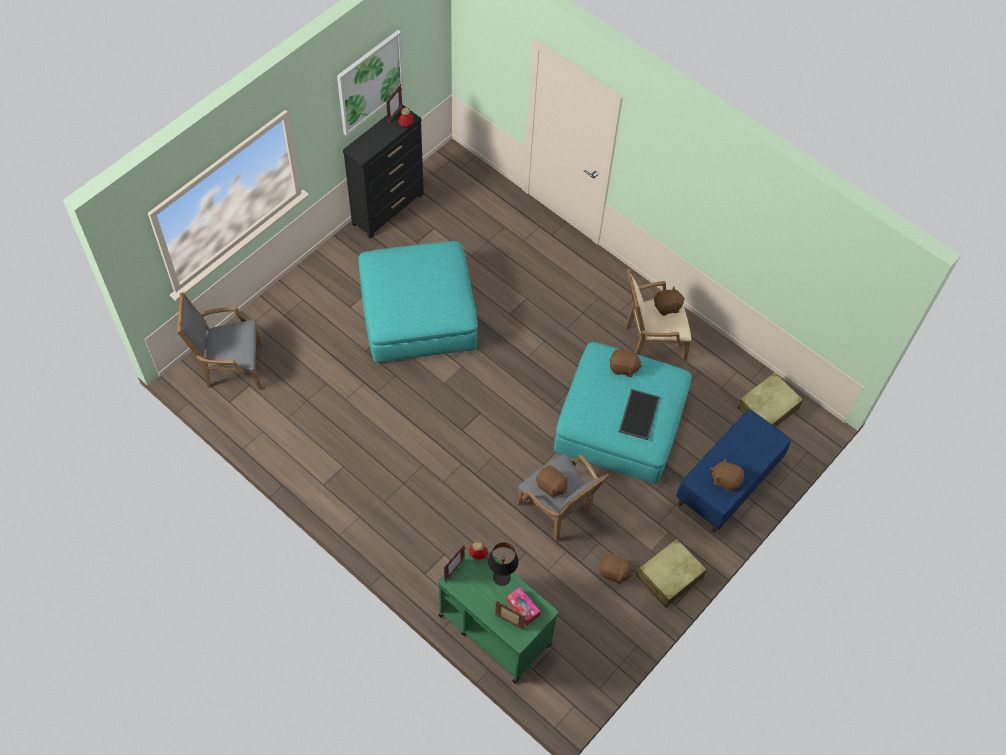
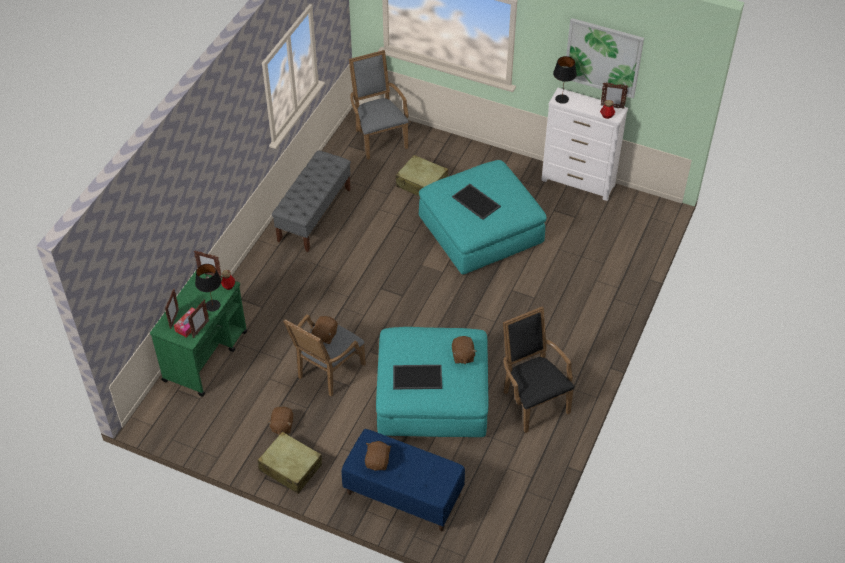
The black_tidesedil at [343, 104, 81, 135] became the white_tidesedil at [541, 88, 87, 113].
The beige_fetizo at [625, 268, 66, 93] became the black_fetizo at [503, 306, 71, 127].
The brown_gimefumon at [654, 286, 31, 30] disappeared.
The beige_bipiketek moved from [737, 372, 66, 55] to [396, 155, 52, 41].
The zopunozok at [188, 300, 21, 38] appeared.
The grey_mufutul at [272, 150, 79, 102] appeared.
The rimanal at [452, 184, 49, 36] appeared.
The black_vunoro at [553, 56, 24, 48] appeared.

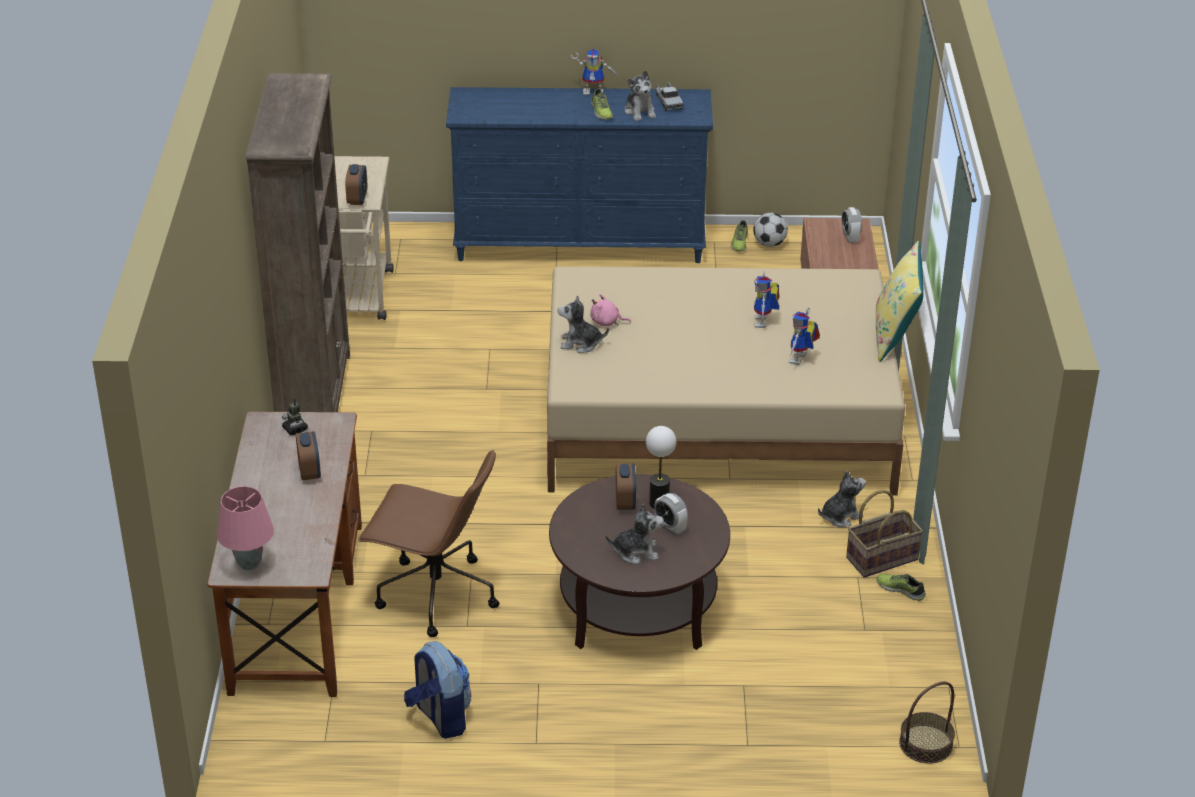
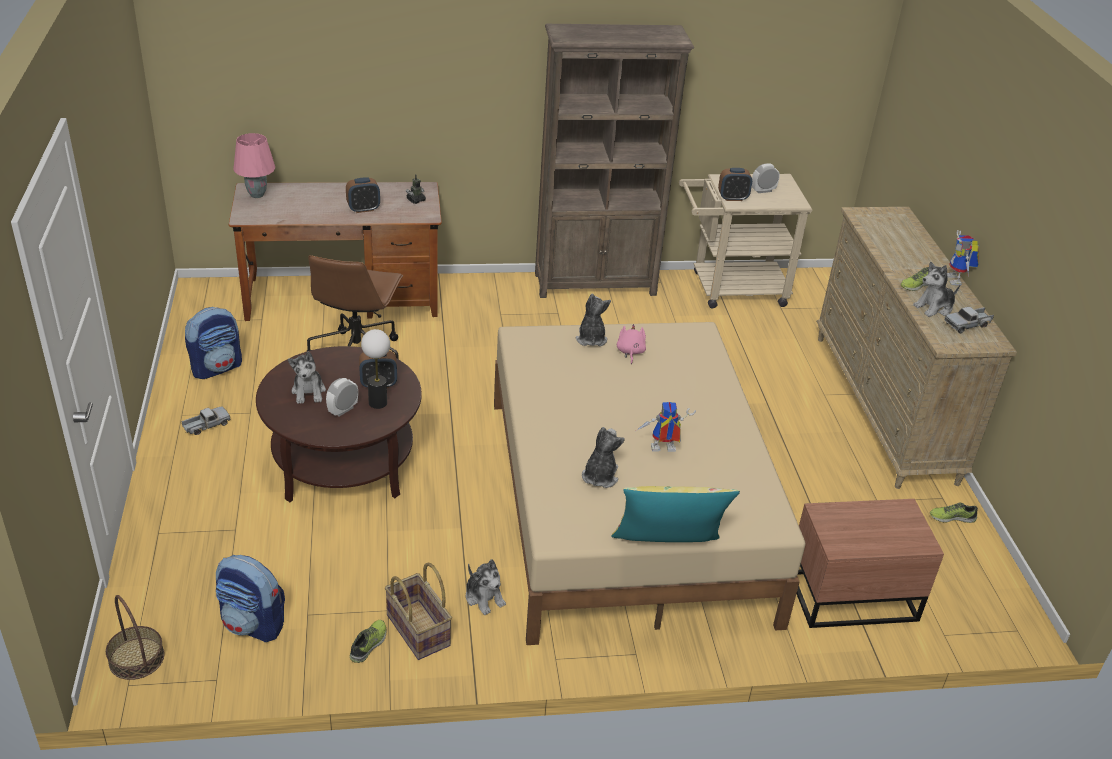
The blue_tidesedil at [446, 87, 267, 176] became the beige_tidesedil at [816, 207, 201, 282].
The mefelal at [753, 213, 35, 34] disappeared.
The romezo at [789, 307, 31, 58] was replaced by the gimefumon at [582, 427, 43, 61].
The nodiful moved from [842, 207, 20, 36] to [752, 163, 28, 30].
The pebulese at [182, 406, 48, 29] appeared.
The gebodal at [216, 555, 69, 87] appeared.

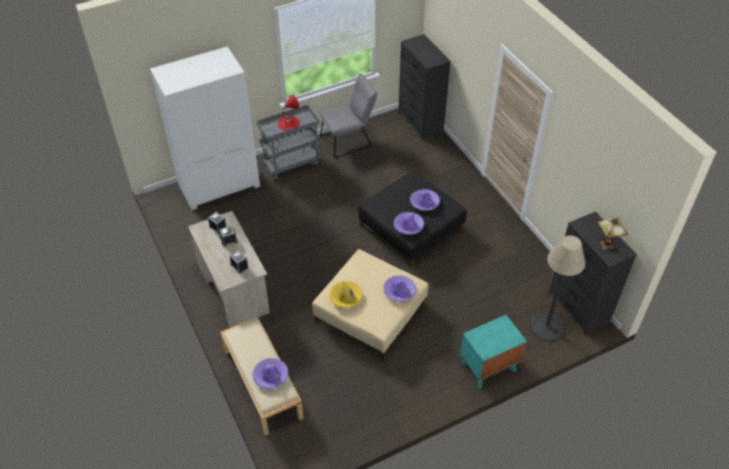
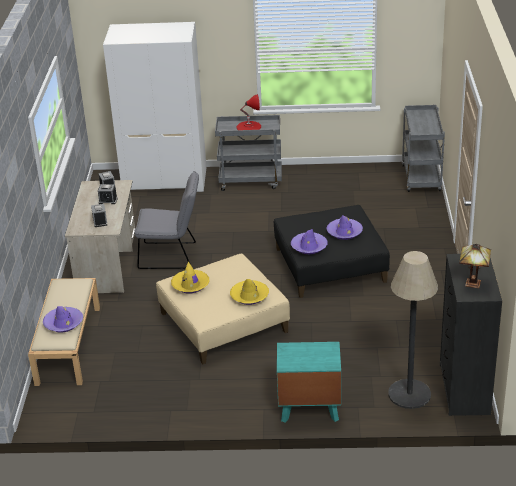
The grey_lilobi moved from [320, 74, 57, 84] to [134, 171, 65, 98].
The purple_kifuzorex at [383, 276, 33, 26] became the yellow_kifuzorex at [230, 279, 39, 26].
The black_tidesedil at [398, 34, 53, 106] was replaced by the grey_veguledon at [402, 105, 43, 87].

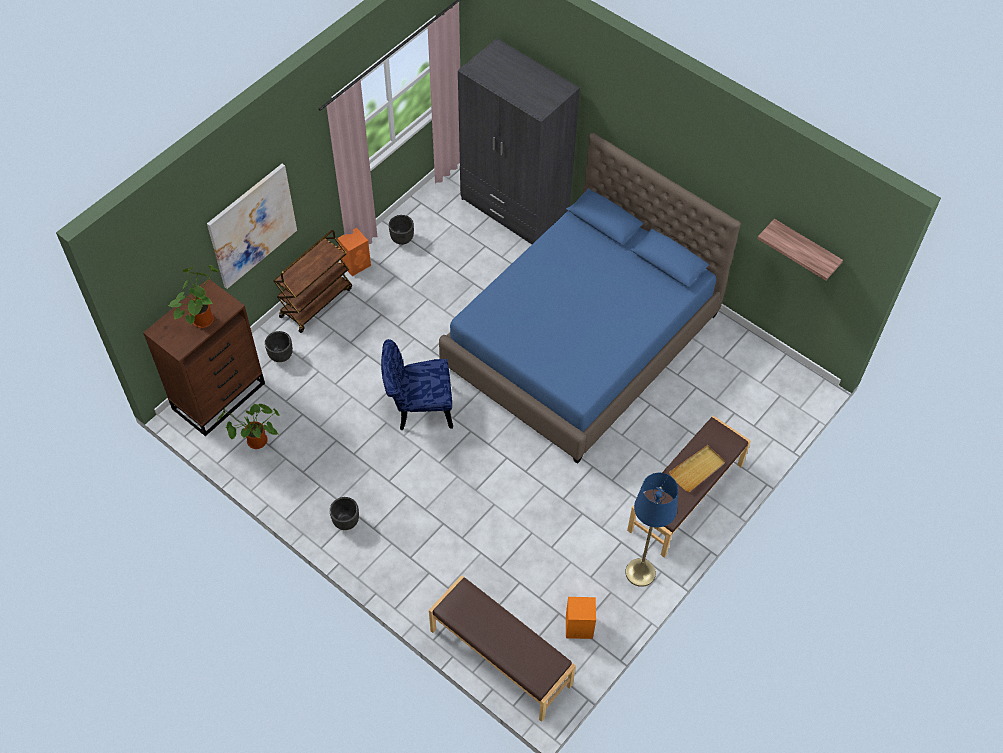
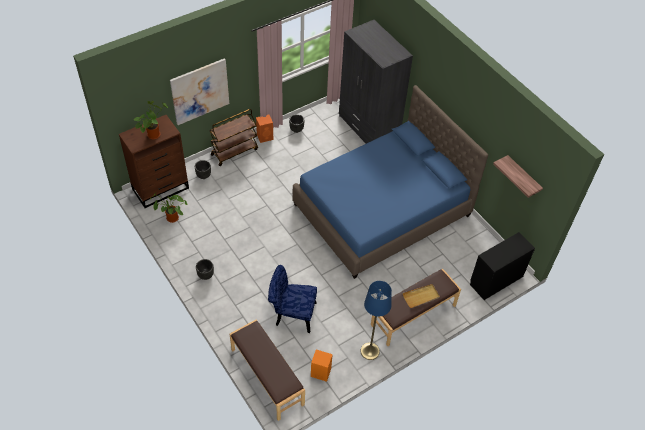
The blue_lilobi moved from [381, 339, 72, 91] to [268, 265, 49, 68].
The black_tidesedil at [470, 232, 65, 68] appeared.

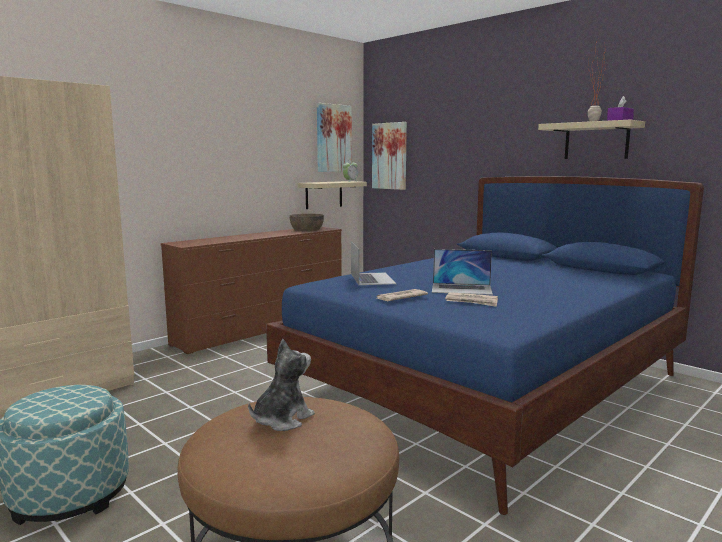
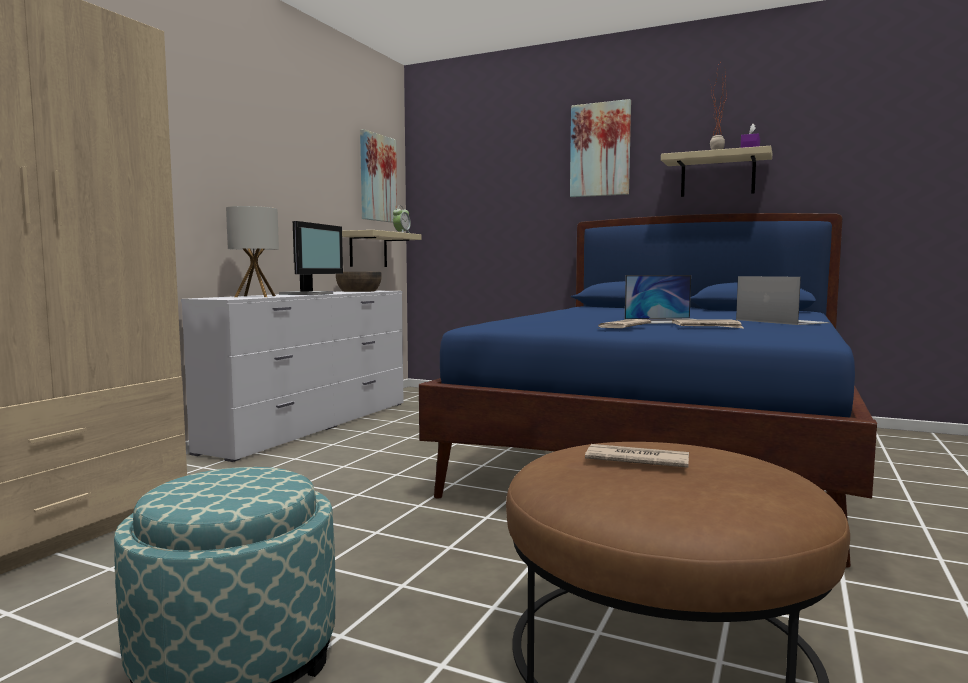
The brown_tidesedil at [161, 227, 181, 127] became the white_tidesedil at [181, 290, 223, 172].
The gimefumon at [248, 339, 67, 92] was replaced by the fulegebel at [585, 444, 104, 24].
The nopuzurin moved from [351, 241, 46, 44] to [736, 276, 94, 49].
The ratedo moved from [372, 122, 35, 68] to [570, 99, 61, 98].
The vunoro at [226, 206, 53, 91] appeared.
The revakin at [279, 221, 64, 74] appeared.

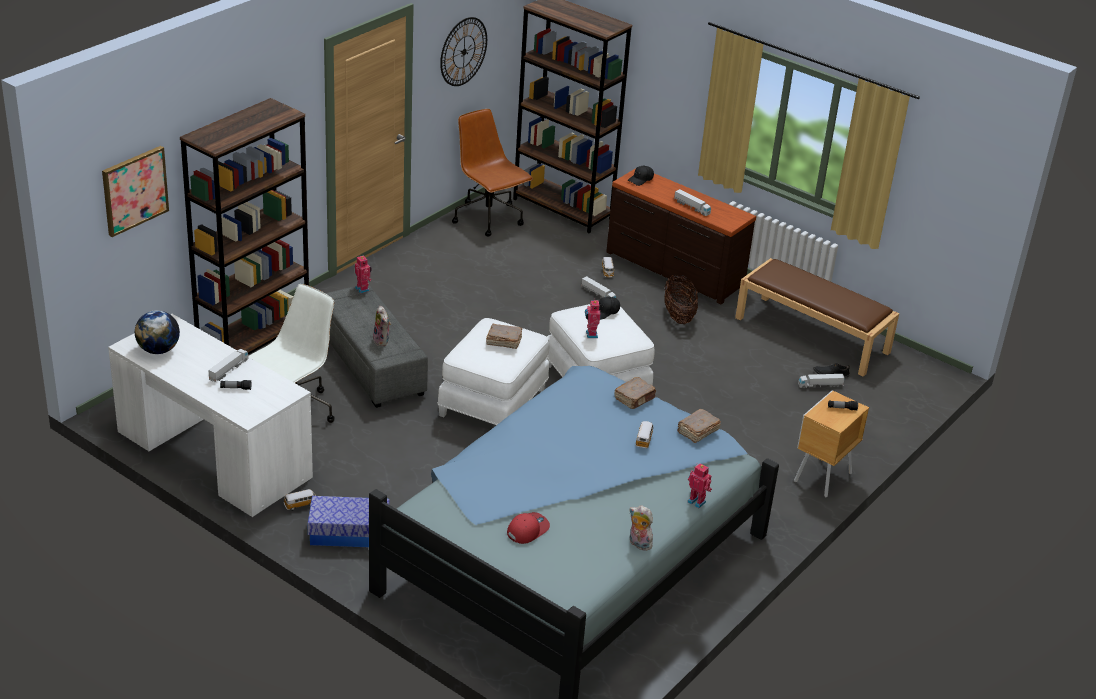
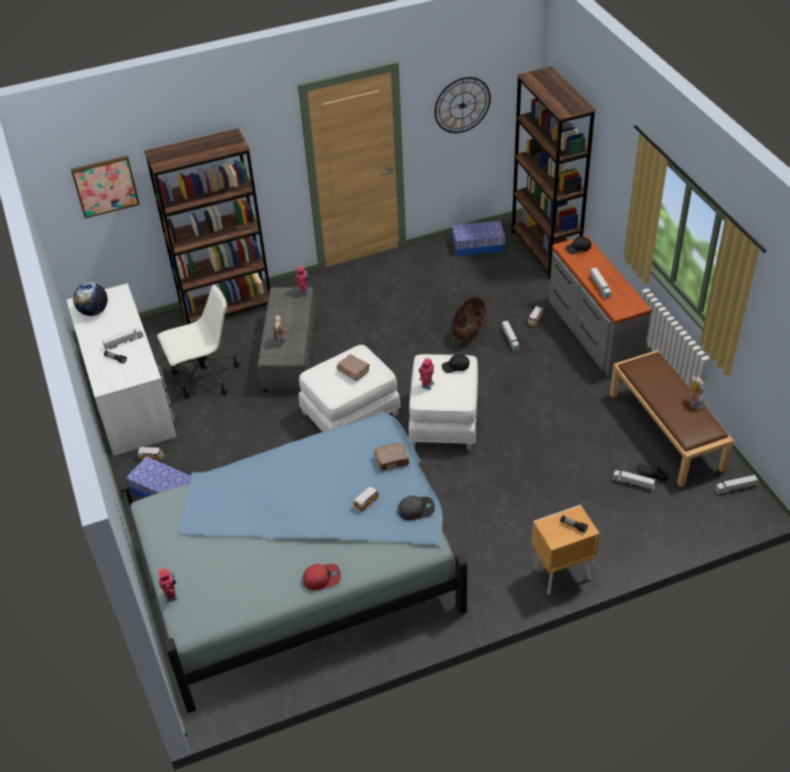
The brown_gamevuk at [452, 109, 81, 128] was replaced by the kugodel at [452, 221, 53, 35].
The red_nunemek moved from [507, 512, 43, 32] to [302, 564, 39, 27].
The brown_tidesedil at [606, 168, 150, 136] became the grey_tidesedil at [549, 235, 103, 142].
The gimefumon moved from [630, 505, 25, 46] to [688, 376, 16, 33].
The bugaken moved from [665, 274, 33, 50] to [451, 297, 35, 44].
The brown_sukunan at [677, 409, 44, 34] was replaced by the grey_nunemek at [397, 496, 38, 24].
The romezo moved from [687, 463, 25, 45] to [158, 568, 19, 35].
The pebulese at [715, 475, 43, 20] appeared.

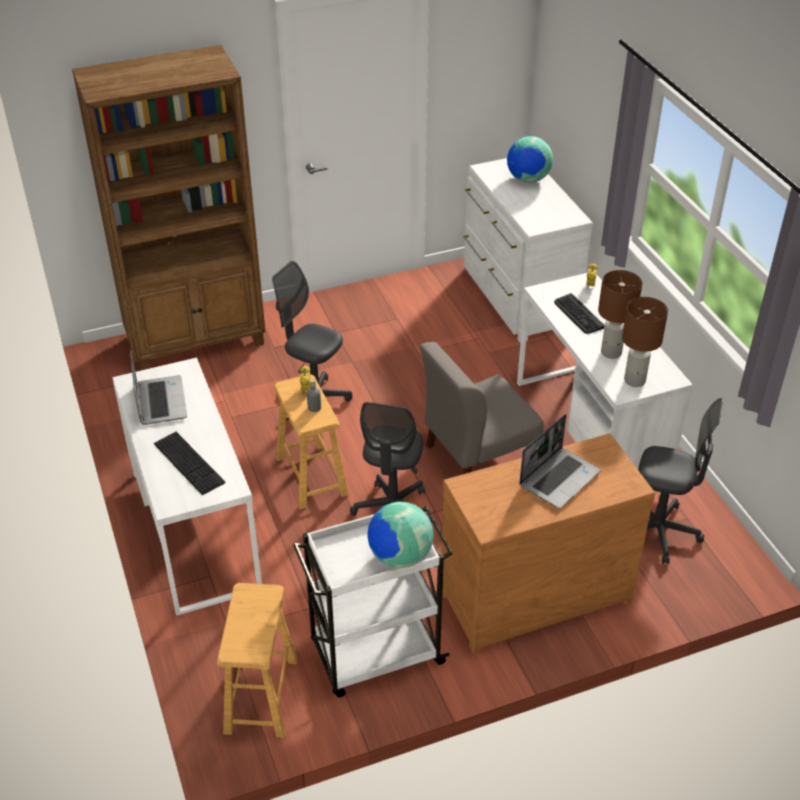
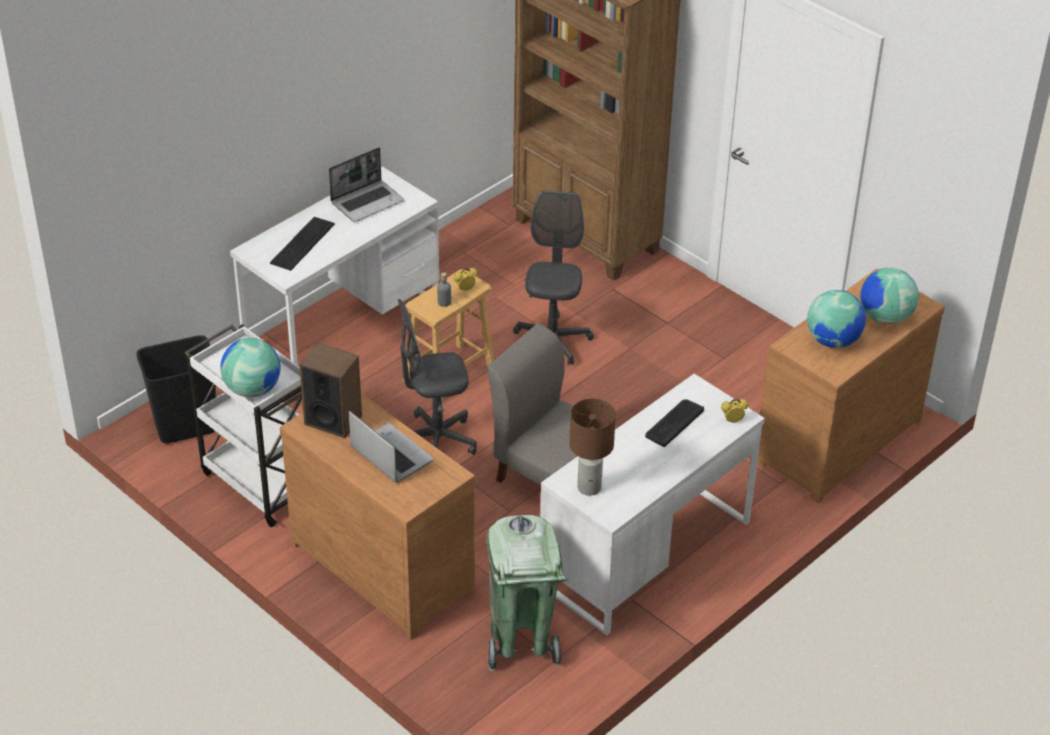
The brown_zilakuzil at [217, 583, 81, 155] was replaced by the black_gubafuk at [137, 335, 79, 109].
The white_tidesedil at [463, 158, 130, 184] became the brown_tidesedil at [757, 268, 188, 235].
The nopuzurin at [519, 414, 82, 95] turned 150 degrees counterclockwise.
The brown_vunoro at [598, 270, 44, 89] disappeared.
The grey_gamevuk at [638, 398, 85, 166] was replaced by the green_gubafuk at [487, 515, 80, 157].
The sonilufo at [299, 343, 63, 95] appeared.
The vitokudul at [807, 290, 59, 58] appeared.

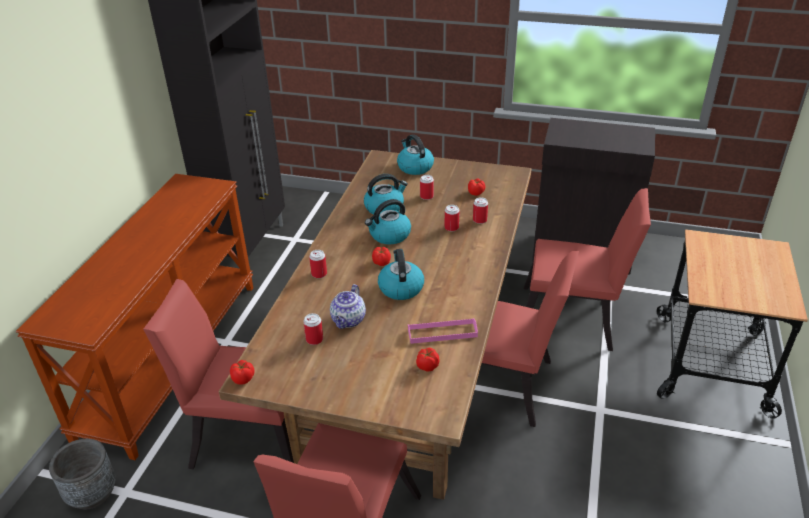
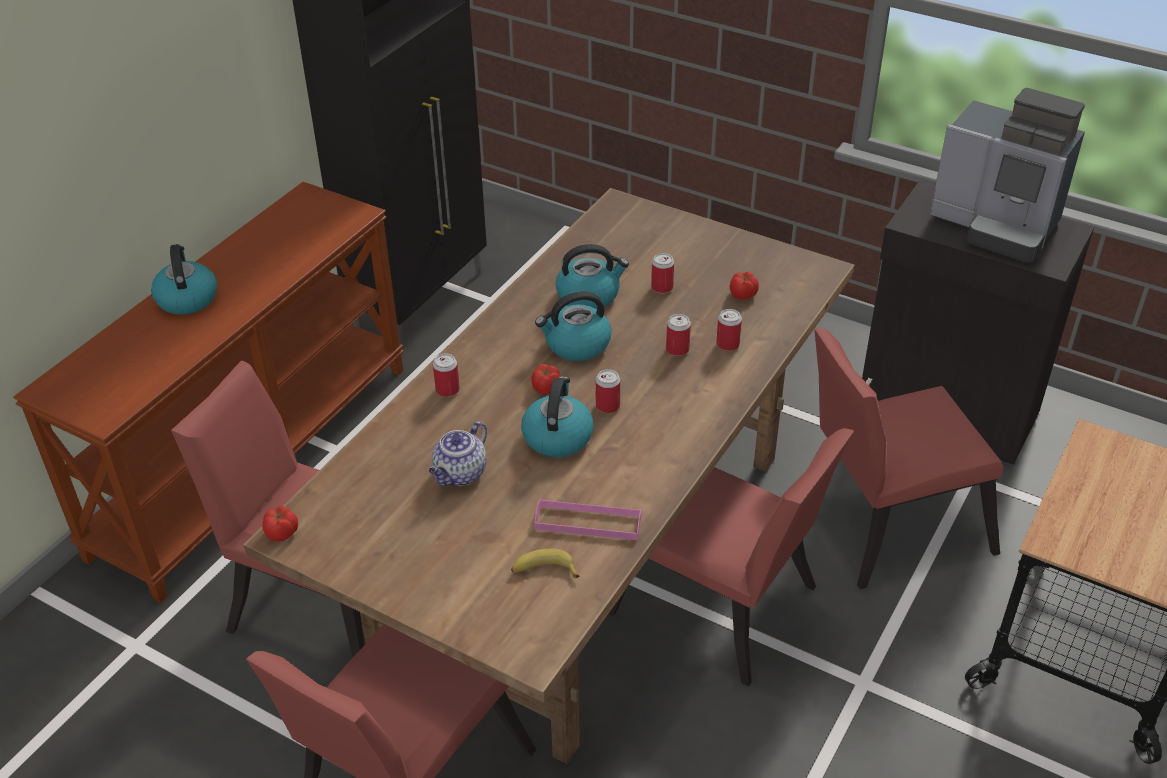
The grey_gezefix at [49, 439, 67, 70] disappeared.
The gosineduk moved from [303, 313, 20, 32] to [596, 369, 24, 44].
The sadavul moved from [397, 134, 37, 41] to [151, 244, 66, 71].
The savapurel at [416, 348, 24, 23] was replaced by the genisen at [511, 549, 69, 29].
The red_lilobi at [524, 188, 127, 163] turned 135 degrees clockwise.
The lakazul at [930, 88, 155, 174] appeared.

